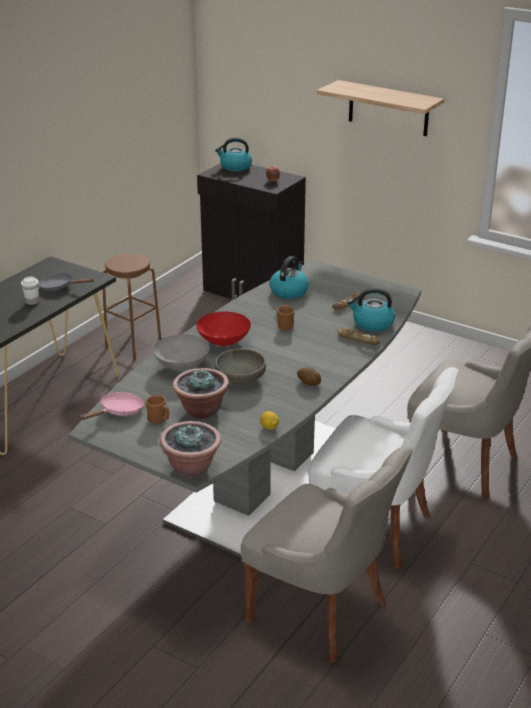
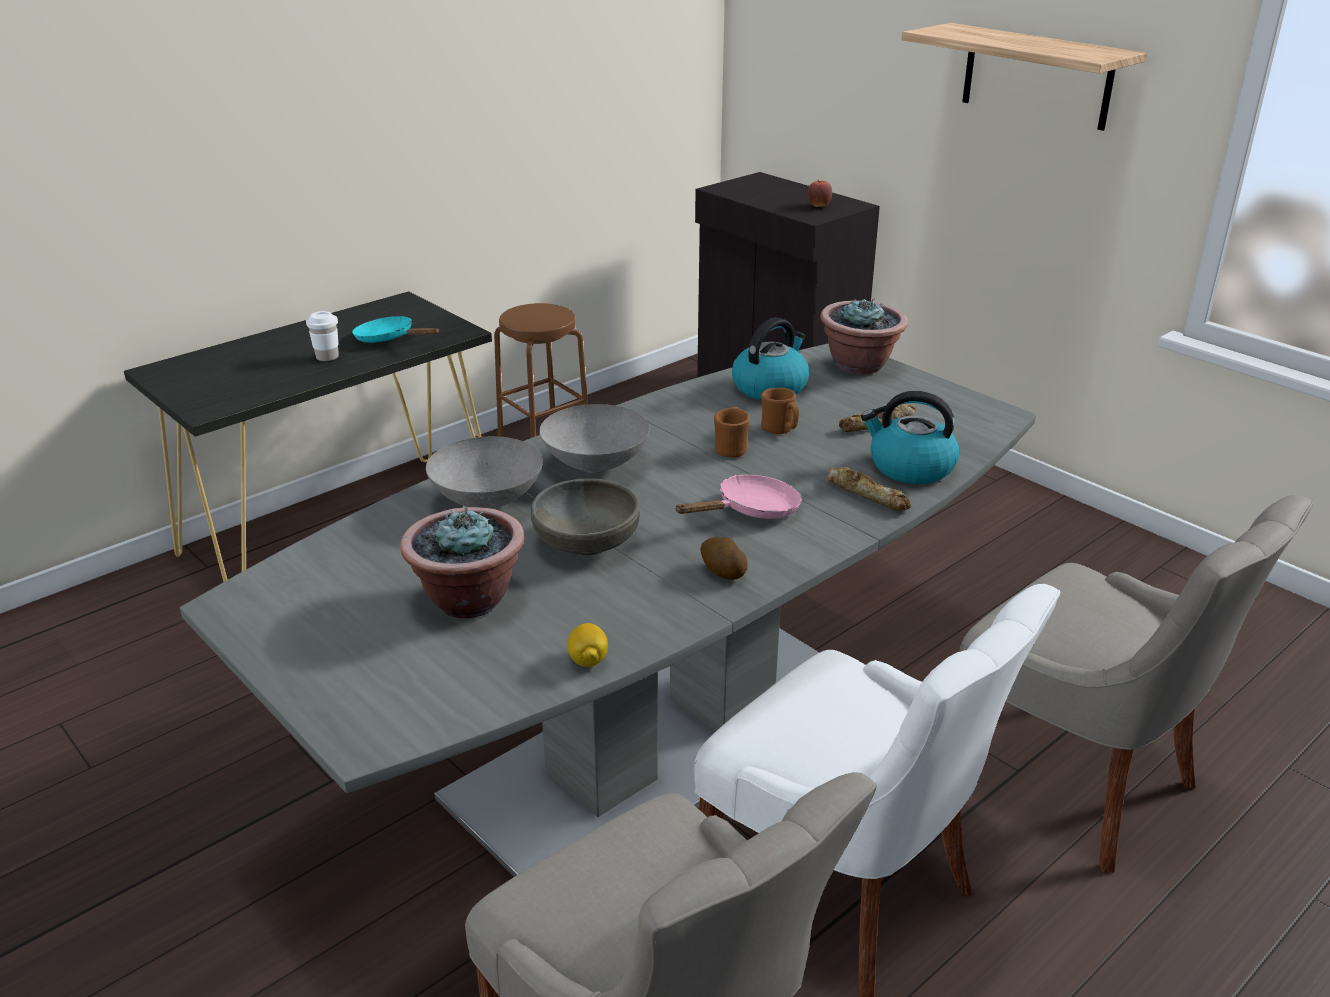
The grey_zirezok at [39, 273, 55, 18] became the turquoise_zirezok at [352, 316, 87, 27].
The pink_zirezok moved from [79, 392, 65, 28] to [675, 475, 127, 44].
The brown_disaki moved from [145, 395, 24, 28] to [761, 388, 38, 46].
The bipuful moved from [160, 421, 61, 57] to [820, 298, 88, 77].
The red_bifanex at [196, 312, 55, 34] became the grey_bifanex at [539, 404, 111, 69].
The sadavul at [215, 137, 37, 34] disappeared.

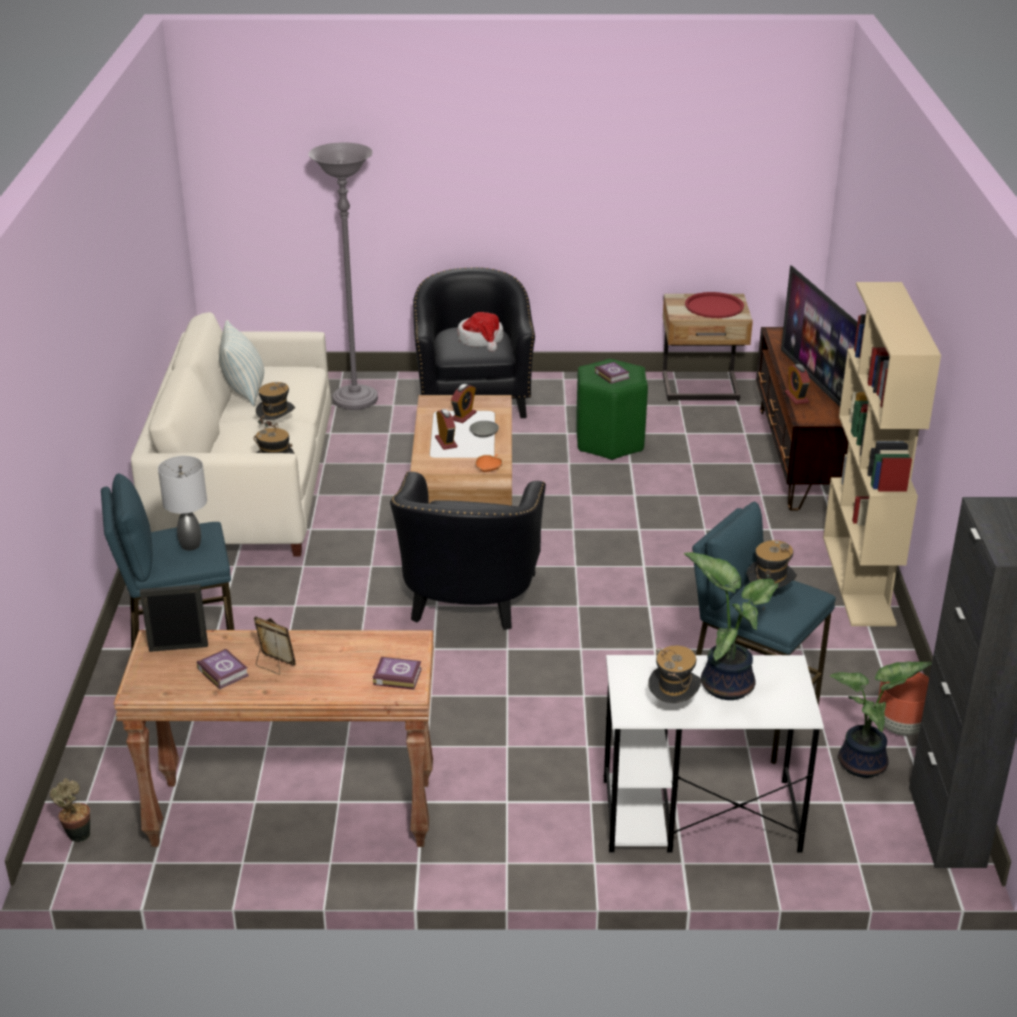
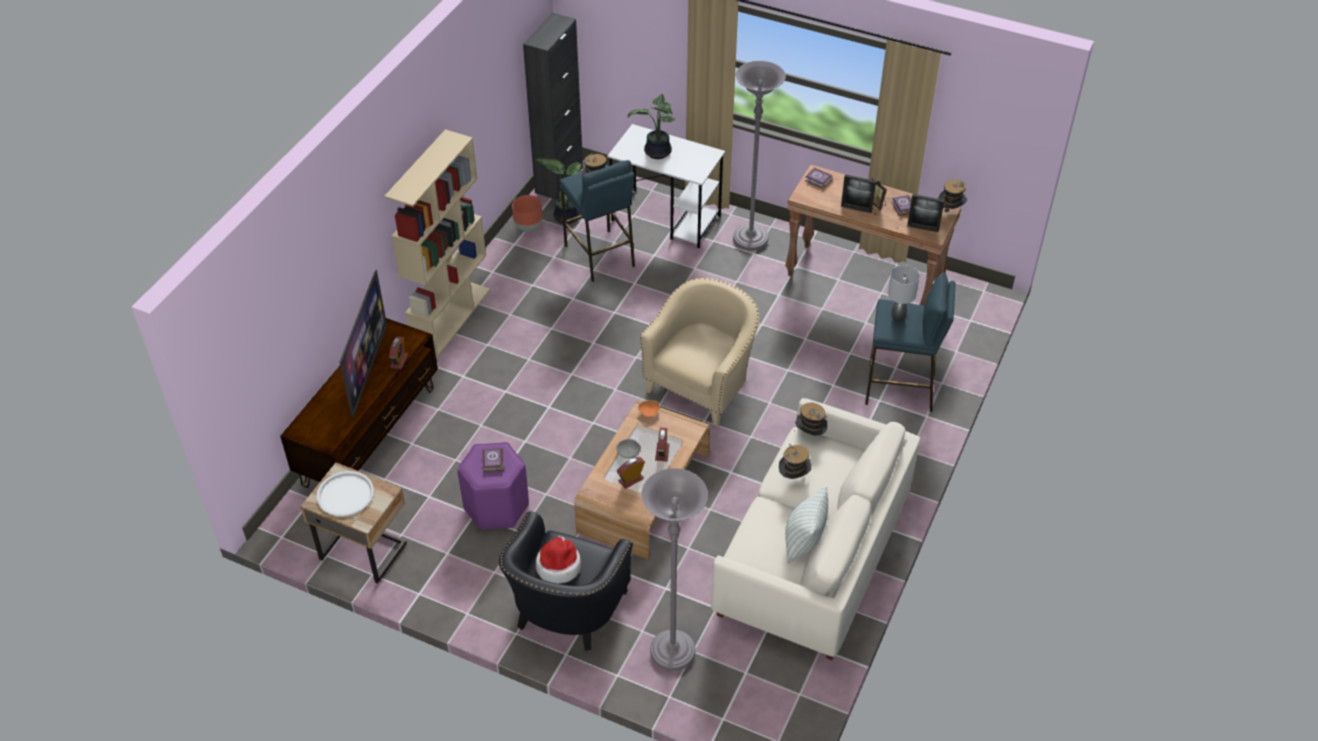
The bipuful at [50, 778, 40, 64] disappeared.
The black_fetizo at [390, 472, 156, 158] became the beige_fetizo at [640, 278, 119, 148].
The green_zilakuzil at [576, 359, 72, 101] became the purple_zilakuzil at [457, 442, 72, 88].
The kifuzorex moved from [648, 645, 53, 58] to [938, 179, 29, 33].
The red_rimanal at [685, 292, 59, 26] became the white_rimanal at [316, 471, 58, 46].
The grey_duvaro at [733, 61, 53, 190] appeared.
The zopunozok at [841, 174, 35, 39] appeared.

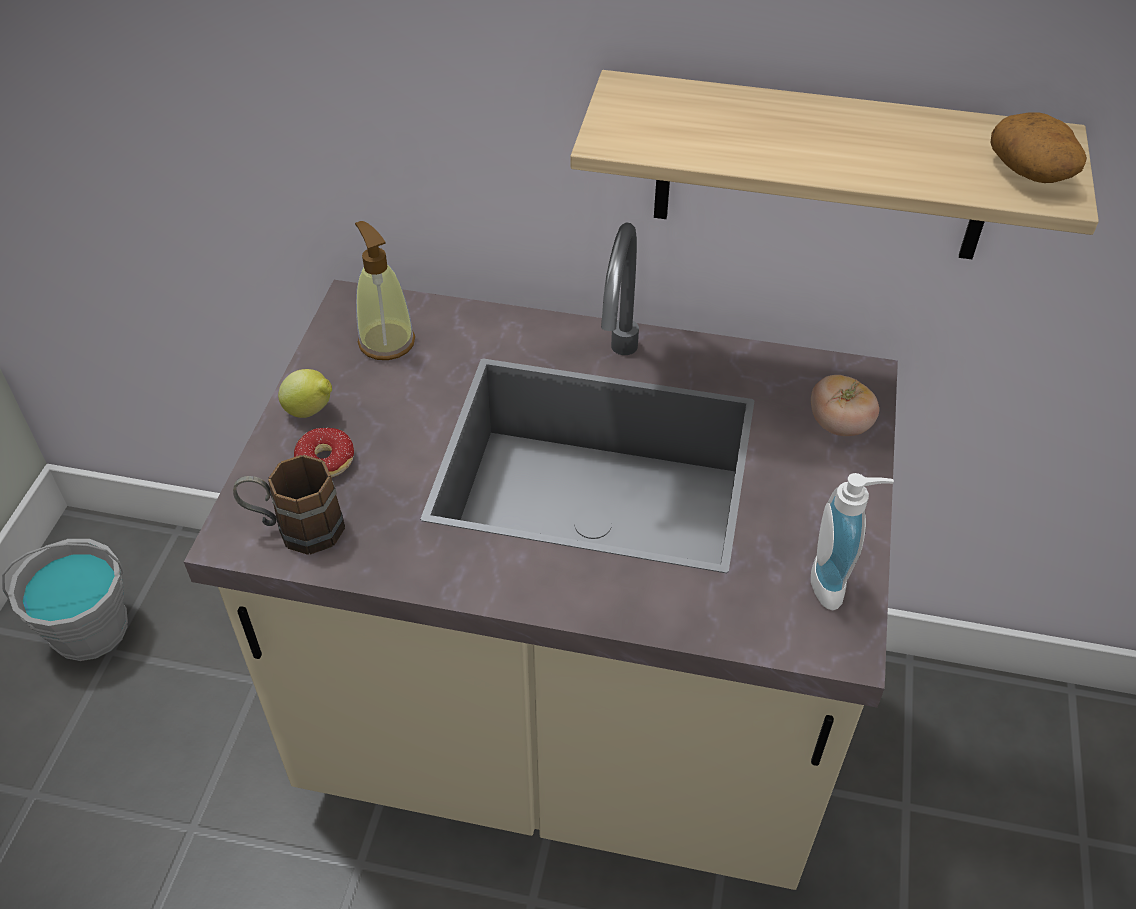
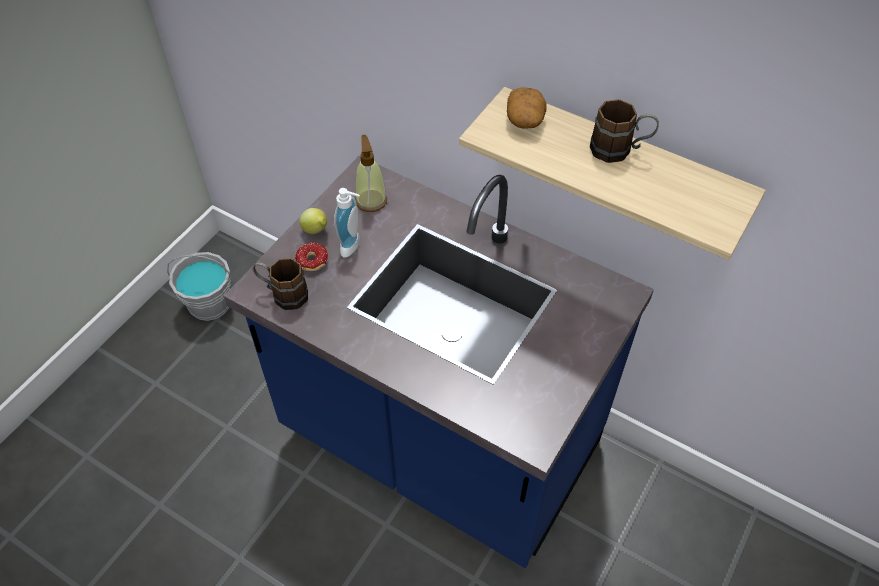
The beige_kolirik at [184, 222, 714, 668] became the blue_kolirik at [224, 156, 430, 412].
The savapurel at [811, 375, 68, 61] disappeared.
The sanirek moved from [811, 473, 83, 137] to [334, 188, 26, 69].
The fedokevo moved from [990, 112, 97, 71] to [507, 87, 39, 42].
The brown_disaki at [590, 99, 69, 64] appeared.

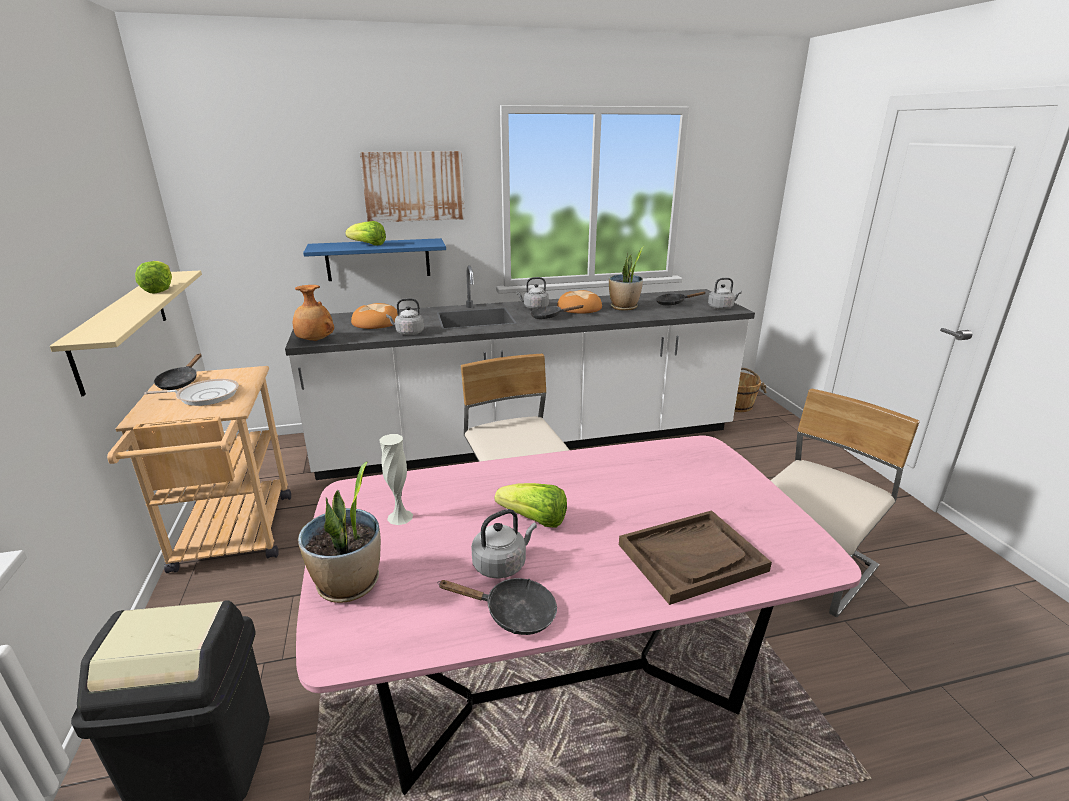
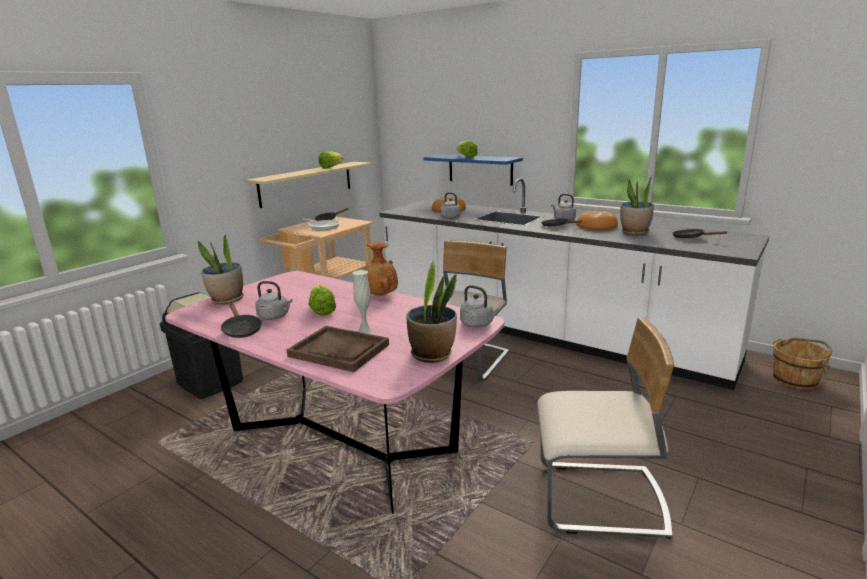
The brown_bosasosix moved from [293, 285, 41, 56] to [363, 242, 35, 54].
The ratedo at [360, 151, 105, 71] disappeared.
The white_bosasosix moved from [379, 434, 34, 91] to [352, 270, 22, 64].
The grey_sadavul moved from [708, 278, 34, 32] to [460, 285, 38, 43].
The bipuful at [407, 260, 50, 103] appeared.

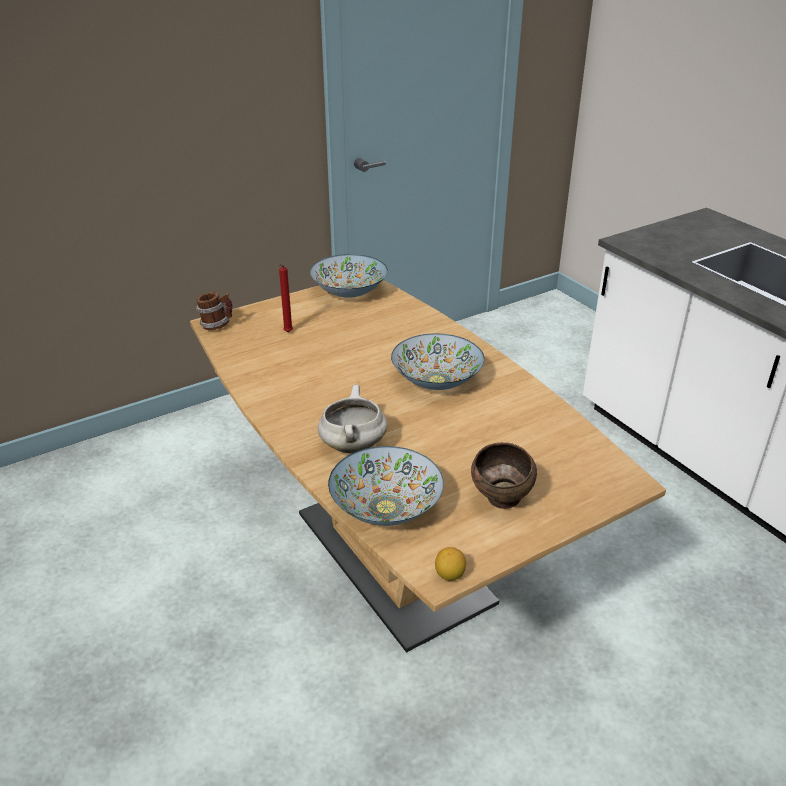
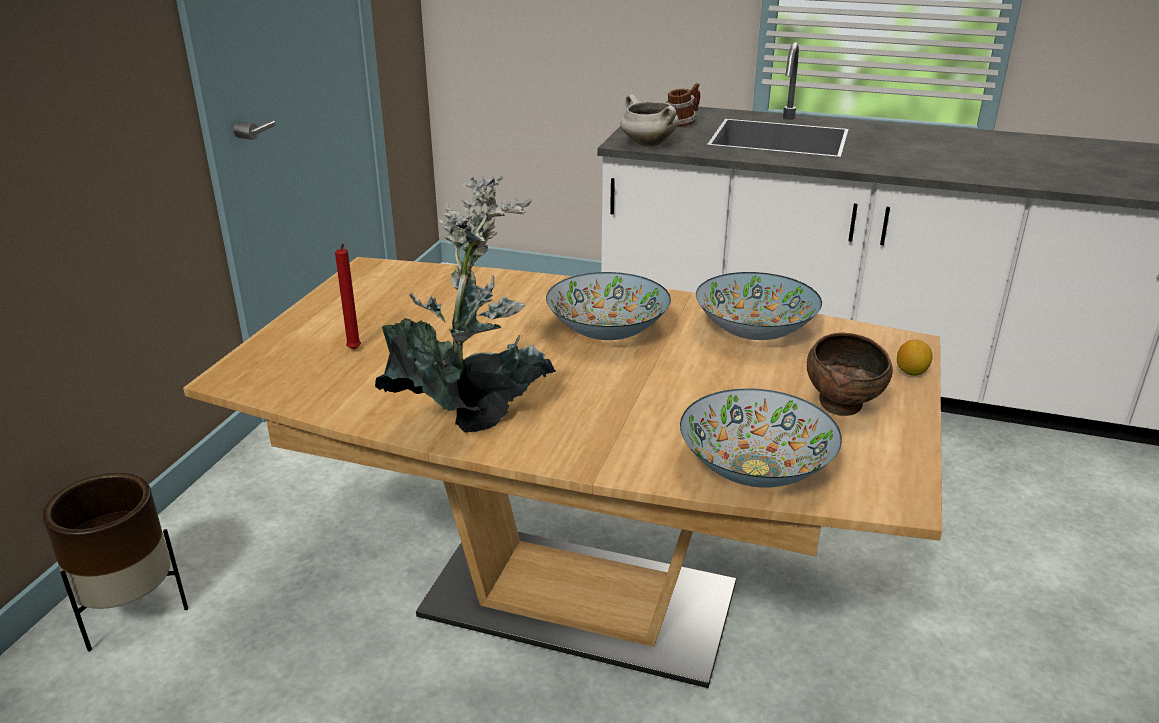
The disaki moved from [196, 292, 36, 38] to [666, 83, 34, 44].
The bifanex moved from [310, 254, 78, 44] to [696, 272, 126, 68].
The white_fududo moved from [318, 385, 69, 69] to [620, 95, 59, 51].
The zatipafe moved from [435, 547, 31, 34] to [897, 340, 36, 36].
The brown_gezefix at [42, 473, 146, 179] appeared.
The bipuful at [375, 175, 181, 258] appeared.

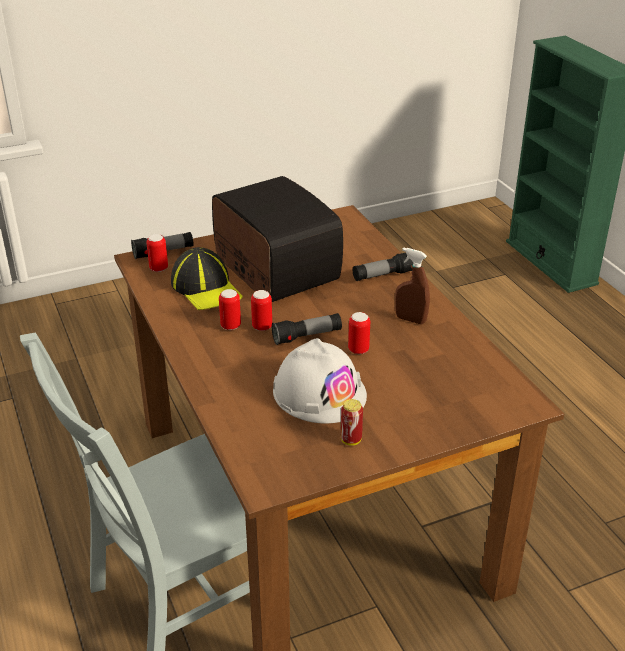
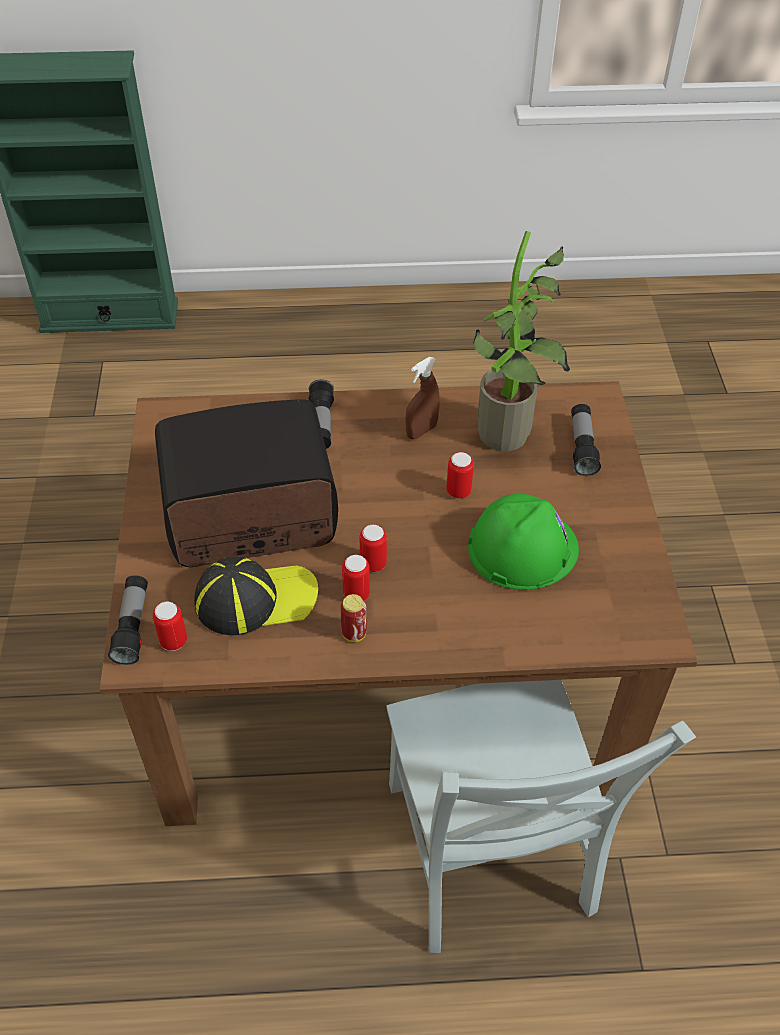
The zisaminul moved from [272, 313, 70, 32] to [571, 404, 30, 72].
The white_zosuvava at [273, 338, 94, 85] became the green_zosuvava at [468, 494, 111, 96].
The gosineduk moved from [341, 399, 22, 47] to [340, 594, 27, 48].
The bipuful at [473, 231, 97, 220] appeared.

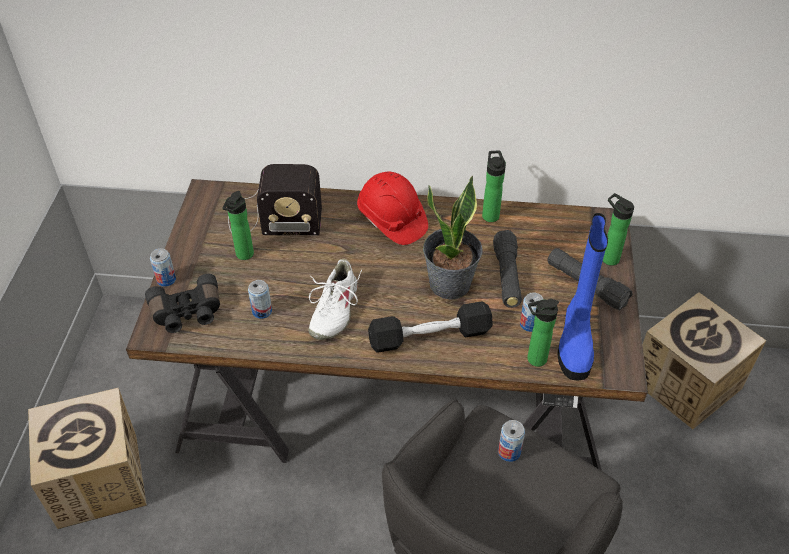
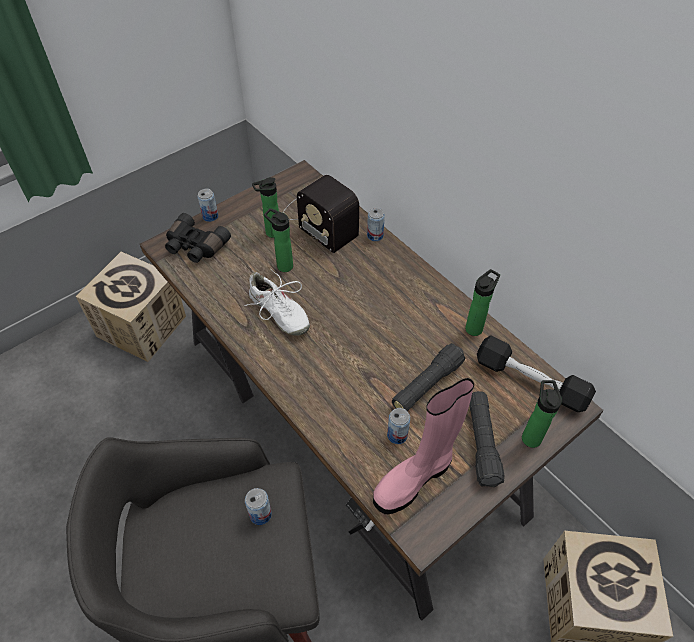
The gosineduk moved from [248, 280, 24, 39] to [367, 208, 18, 33].
The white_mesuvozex at [308, 259, 54, 81] turned 105 degrees counterclockwise.
The red_zosuvava at [357, 172, 71, 73] disappeared.
The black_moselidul moved from [368, 301, 125, 52] to [477, 336, 119, 76].
The bipuful at [423, 176, 60, 124] disappeared.
The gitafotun moved from [527, 299, 32, 68] to [264, 208, 29, 64].
The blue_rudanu at [557, 213, 51, 168] became the pink_rudanu at [373, 378, 101, 136].

